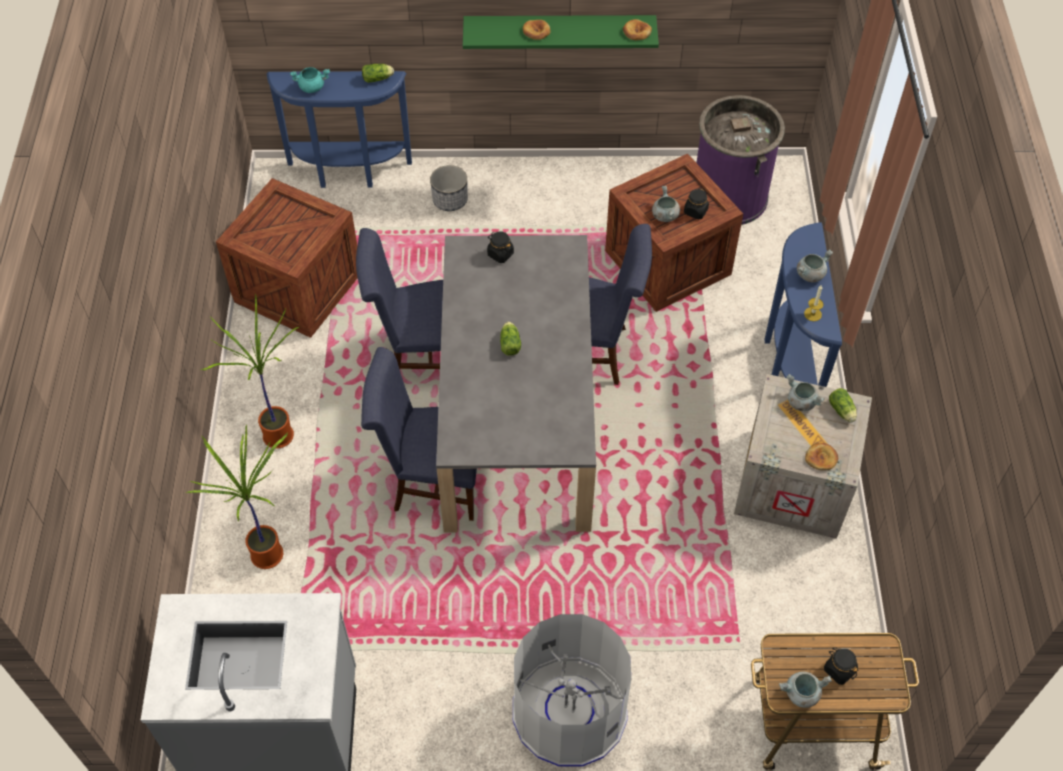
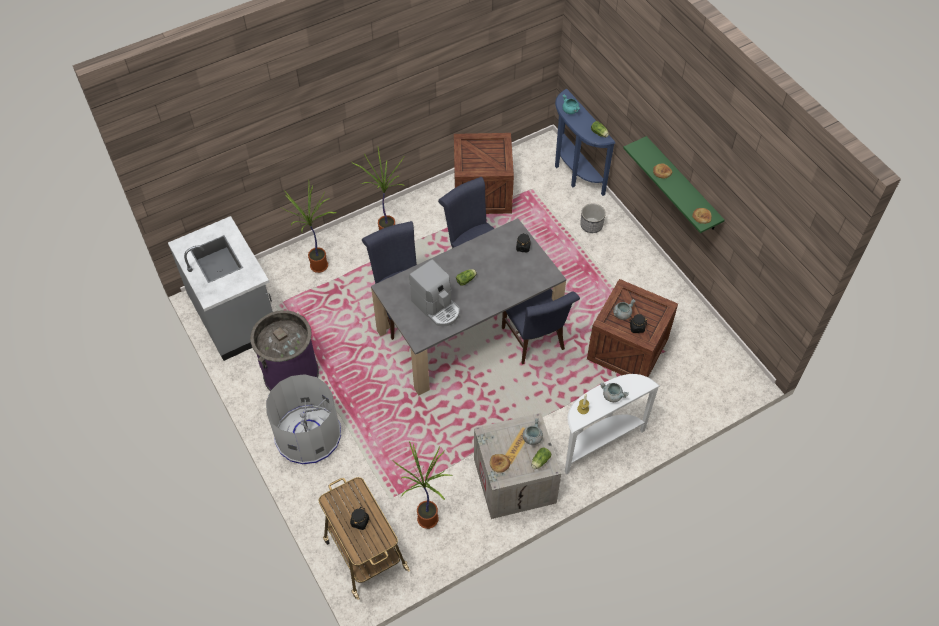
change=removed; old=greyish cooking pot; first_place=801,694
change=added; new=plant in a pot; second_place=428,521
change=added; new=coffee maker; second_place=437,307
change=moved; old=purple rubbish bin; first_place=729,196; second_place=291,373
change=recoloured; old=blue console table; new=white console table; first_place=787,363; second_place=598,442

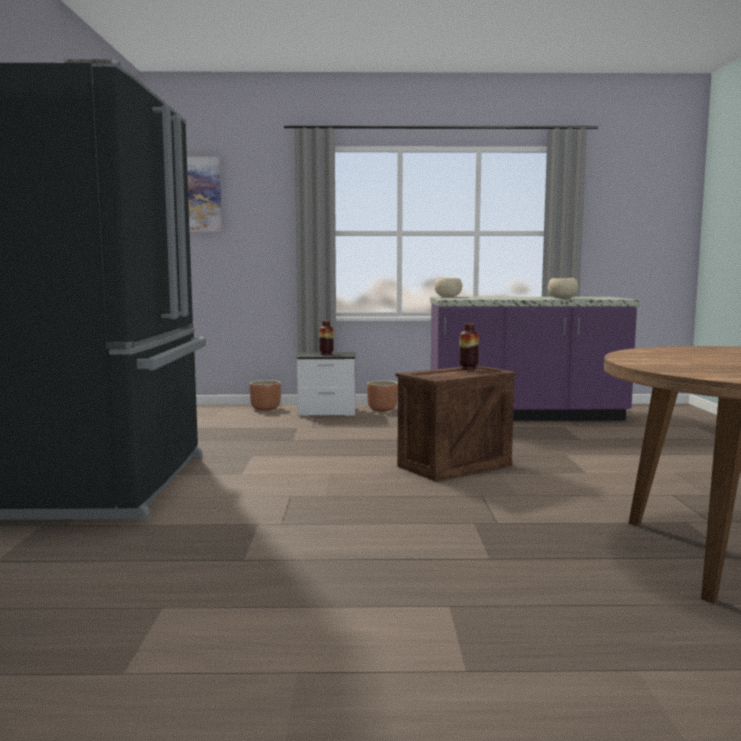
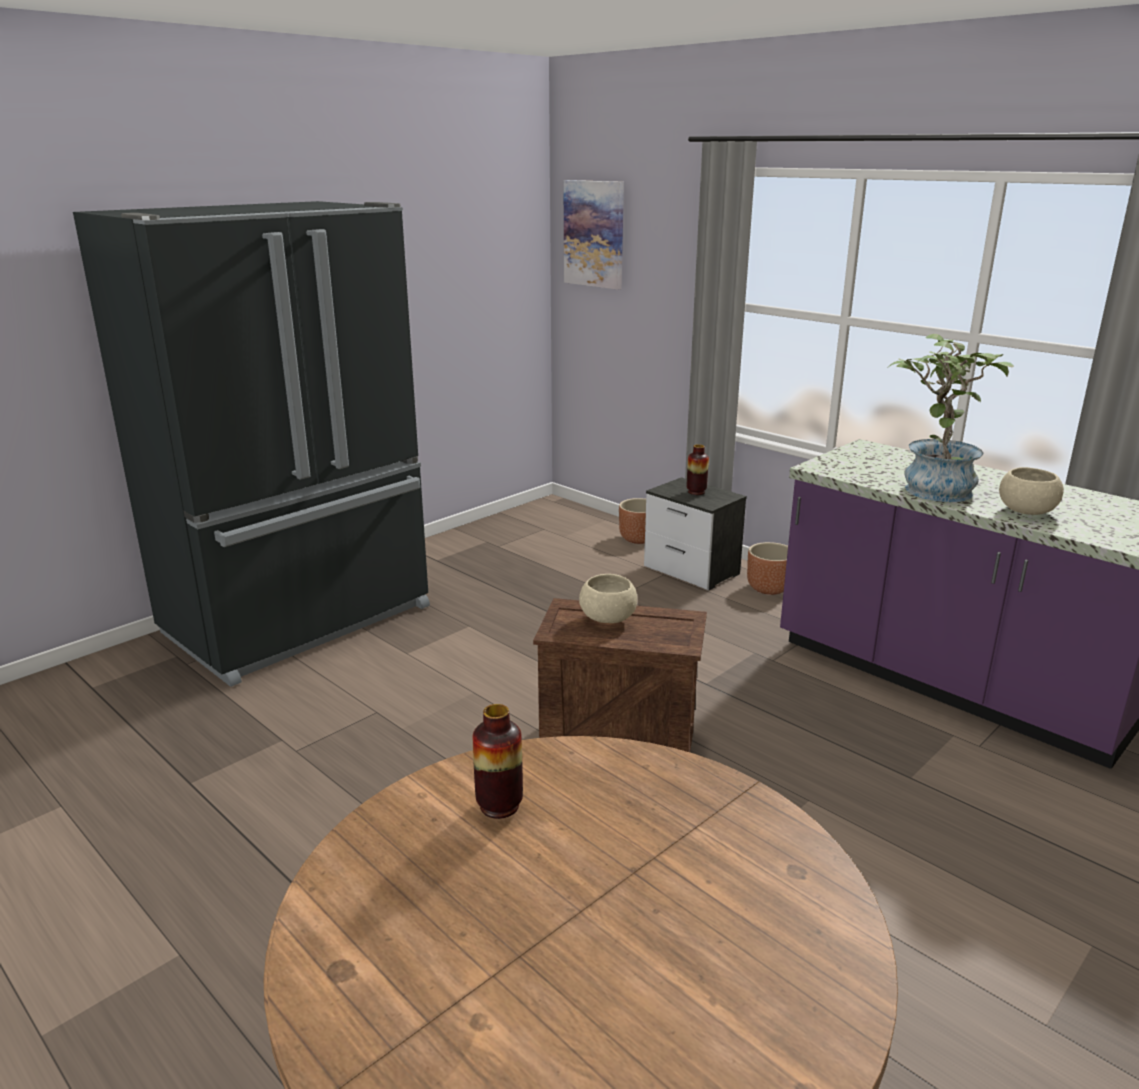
change=added; new=plant in a pot; second_place=933,487
change=moved; old=beige deep dish; first_place=448,297; second_place=608,618
change=moved; old=decorative vase; first_place=468,368; second_place=499,806

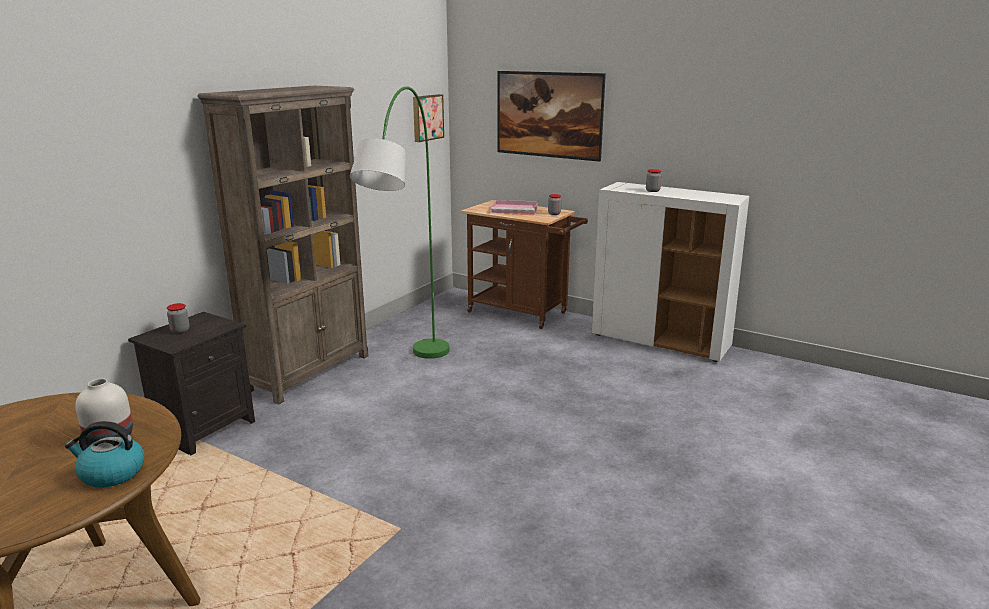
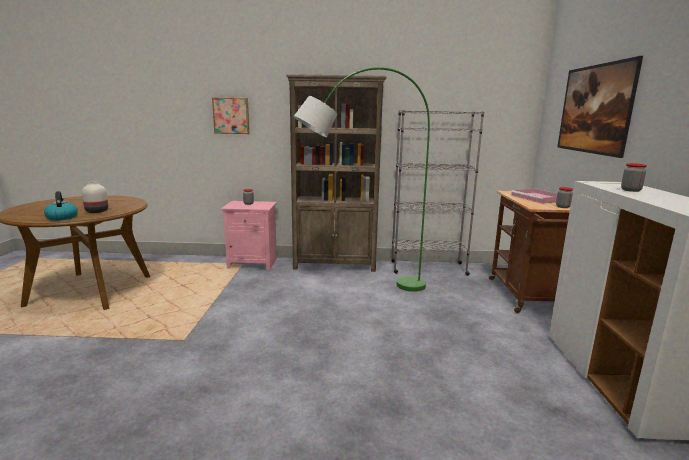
change=added; new=greyish bookshelf; second_place=427,268
change=moved; old=wall picture; first_place=427,117; second_place=231,115
change=recoloured; old=black-coloured bedside table; new=pink bedside table; first_place=205,429; second_place=253,263

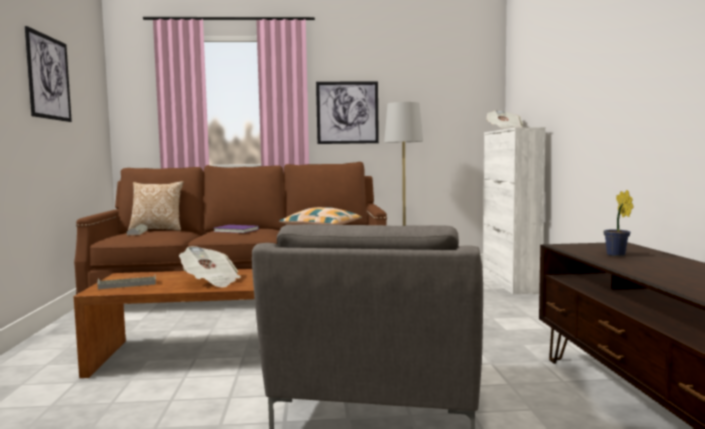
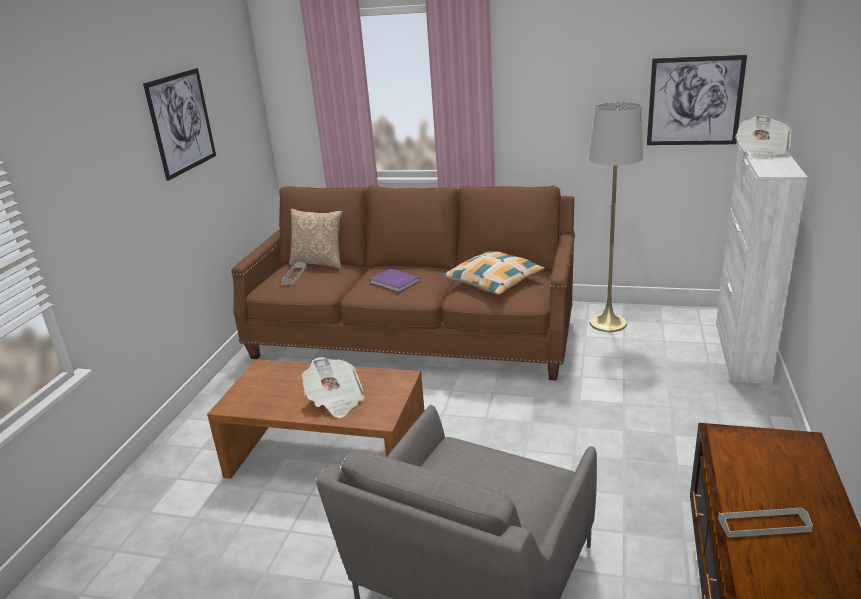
change=removed; old=plant in a pot; first_place=617,255
change=moved; old=greyish tray; first_place=127,285; second_place=763,525
change=moved; old=wall picture; first_place=347,112; second_place=694,101

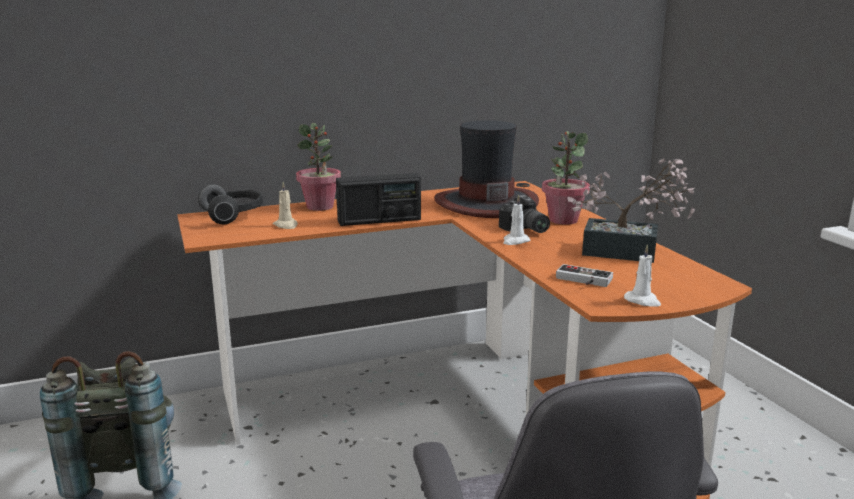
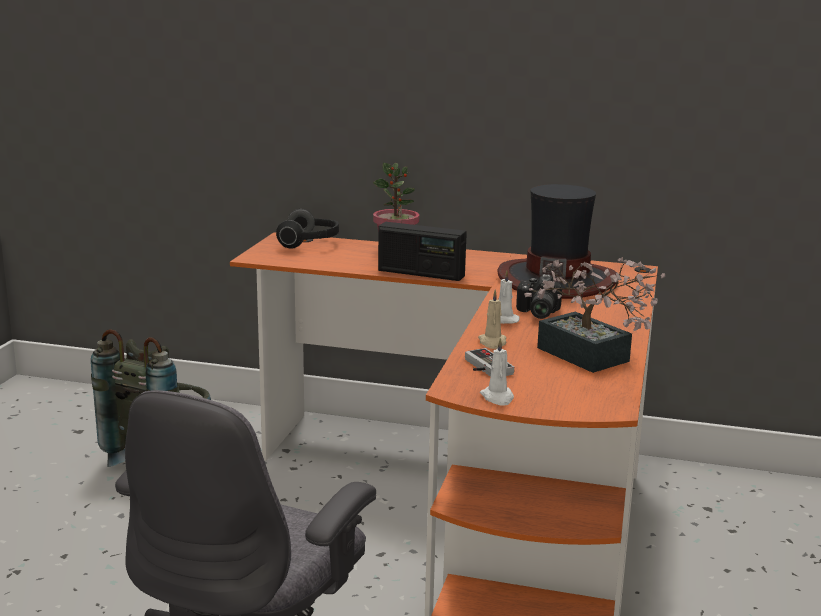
change=removed; old=plant in a pot; first_place=563,220
change=moved; old=beige wax light; first_place=286,225; second_place=492,343

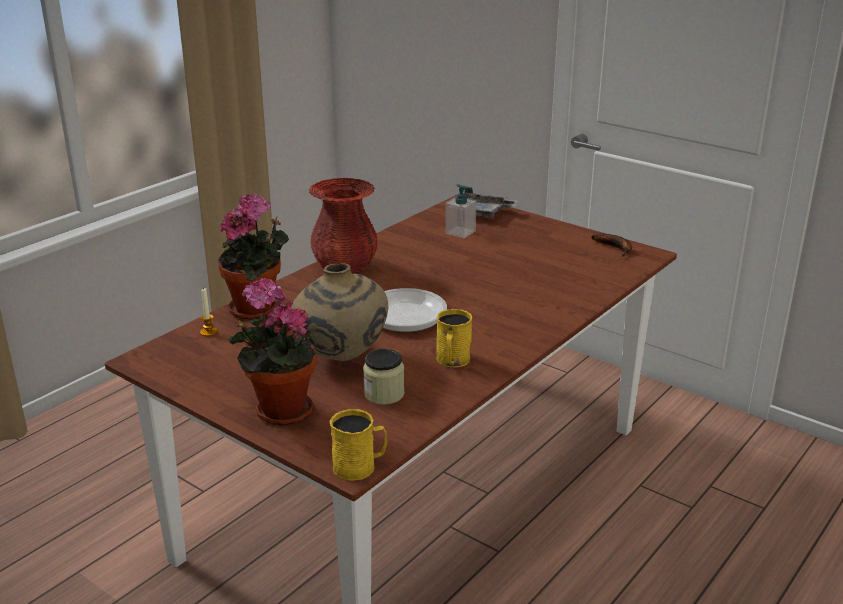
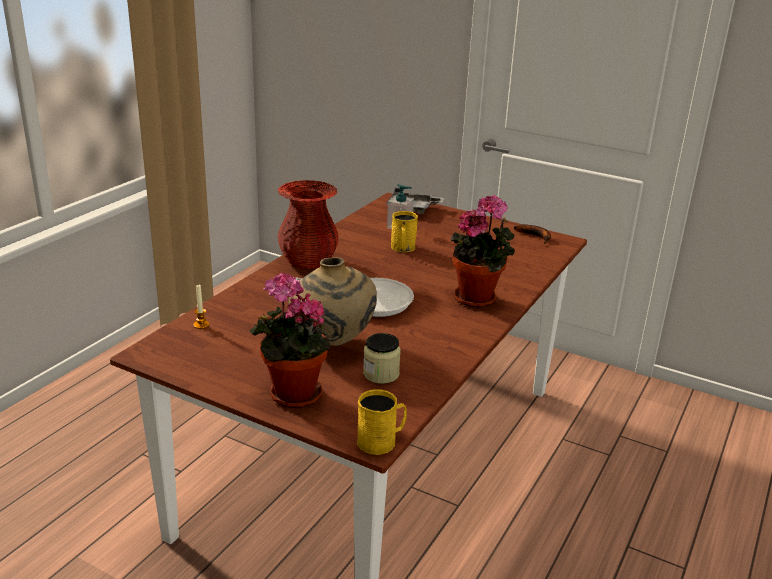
change=moved; old=plant in a pot; first_place=257,309; second_place=478,298
change=moved; old=yellowish tea mug; first_place=452,361; second_place=403,248

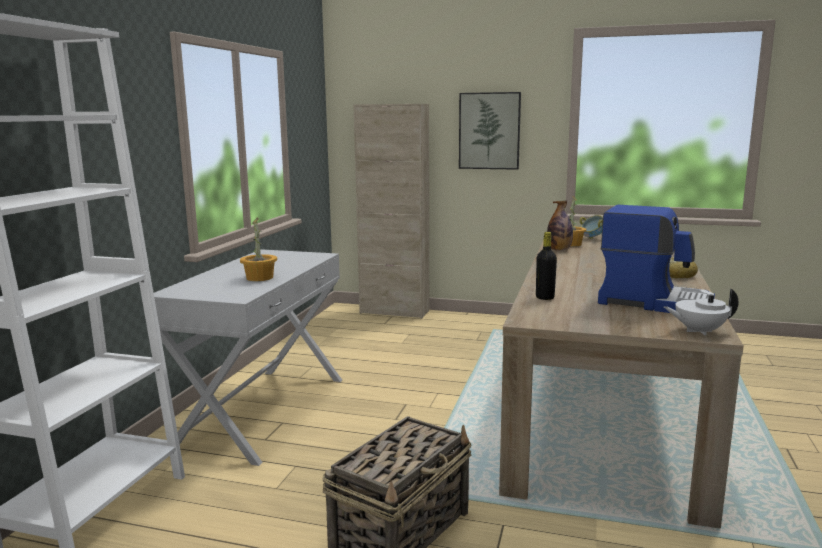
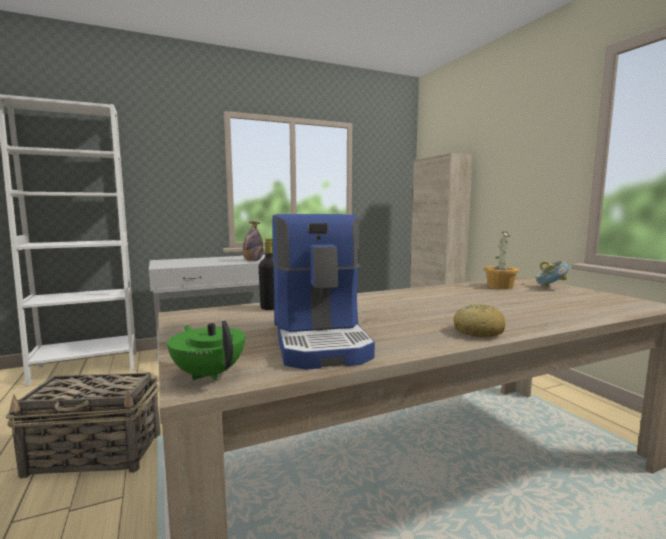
change=removed; old=plant in a pot; first_place=260,278
change=removed; old=wall picture; first_place=489,131
change=moved; old=beverage bottle; first_place=559,250; second_place=253,261
change=recoloured; old=white teapot; new=green teapot; first_place=698,331; second_place=209,374

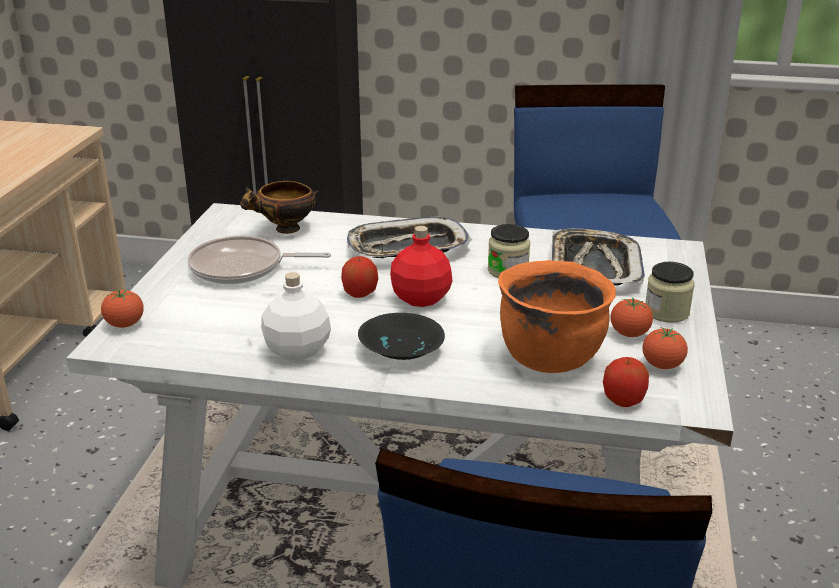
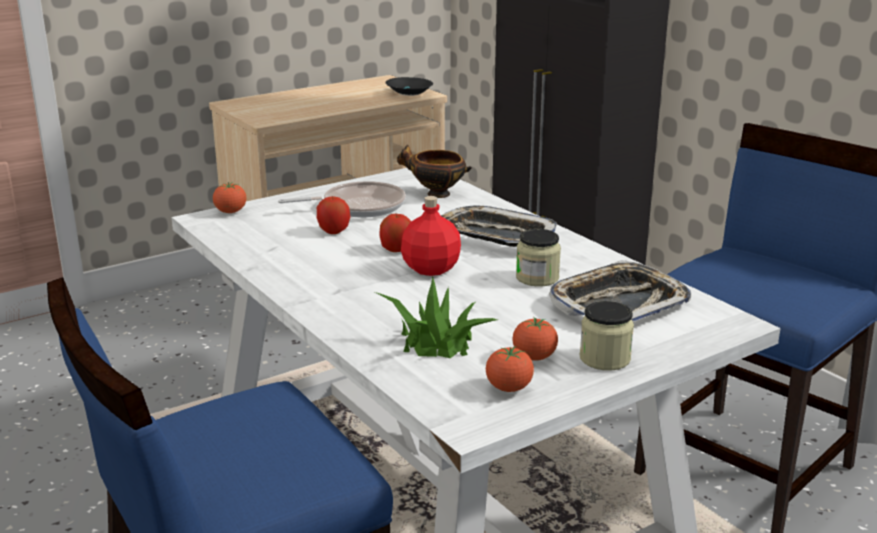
change=removed; old=white beverage bottle; first_place=298,350
change=moved; old=black-coloured deep dish; first_place=400,349; second_place=410,93
change=moved; old=apple fruit; first_place=623,401; second_place=333,231
change=replaced; old=orange-coloured cooking pot; new=plant in a pot; first_place=550,357; second_place=436,342
change=turned; old=skillet; first_place=242,268; second_place=358,207; degrees=120

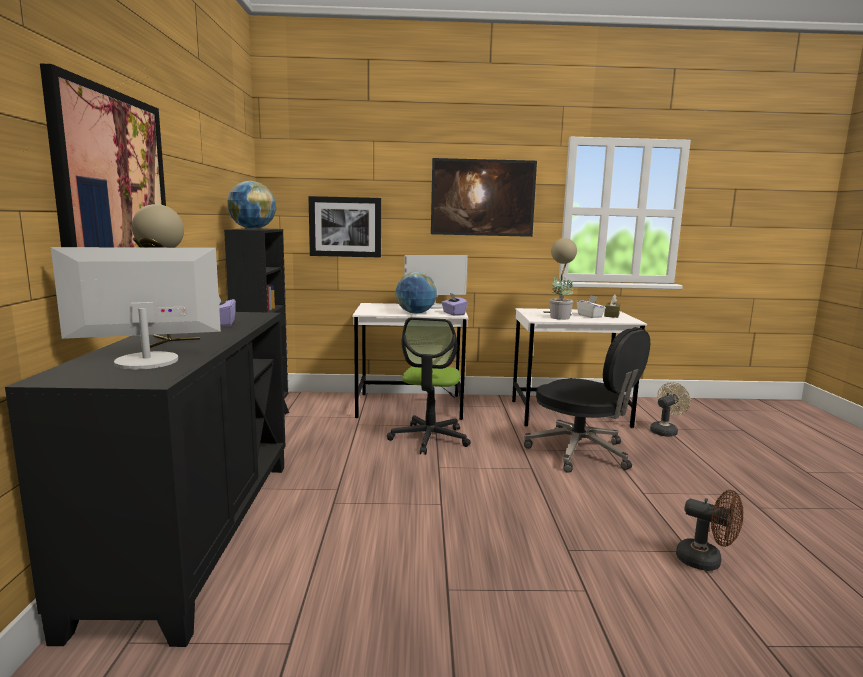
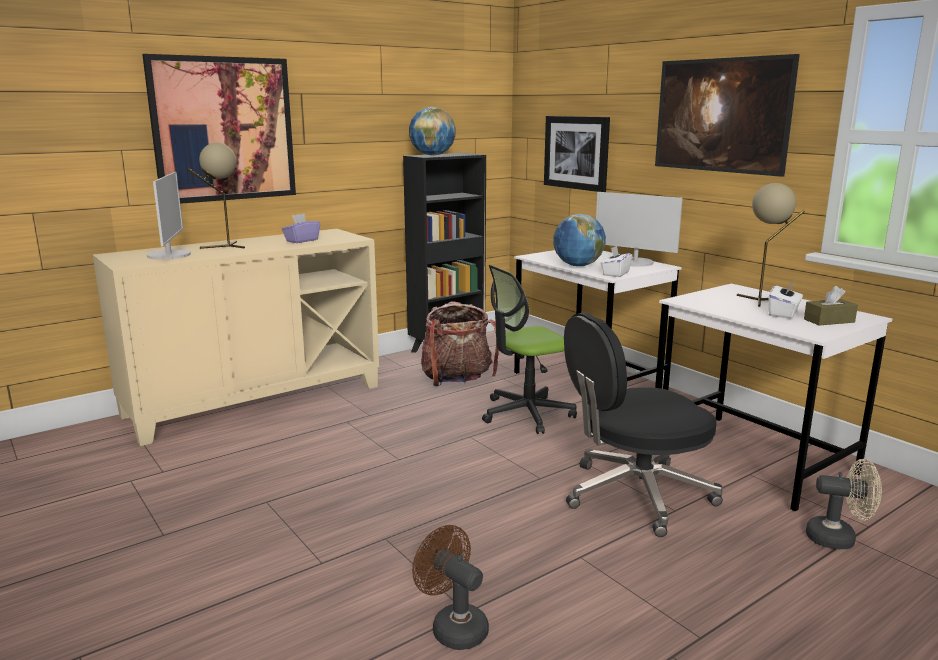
change=removed; old=plant in a pot; first_place=559,318
change=added; new=knapsack; second_place=457,379
change=recoloured; old=black-coloured cupboard; new=beige cupboard; first_place=195,533; second_place=254,400
change=recoloured; old=purple tissue box; new=white tissue box; first_place=453,313; second_place=615,274
change=turned; old=computer screen; first_place=146,361; second_place=169,255; degrees=45
change=turned; old=black-coloured desk chair; first_place=581,452; second_place=635,495; degrees=60
change=turned; old=brown fan; first_place=706,562; second_place=453,627; degrees=135

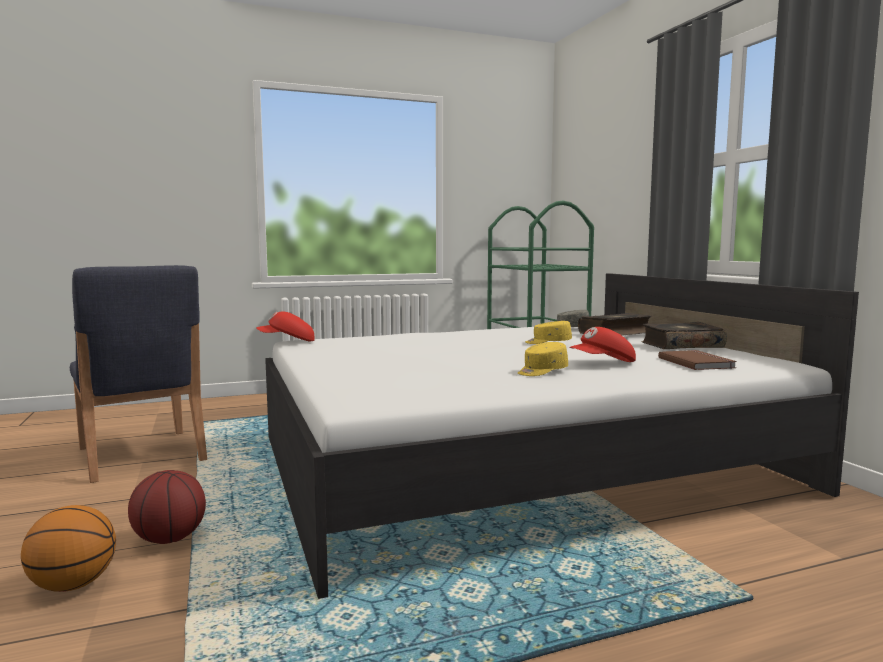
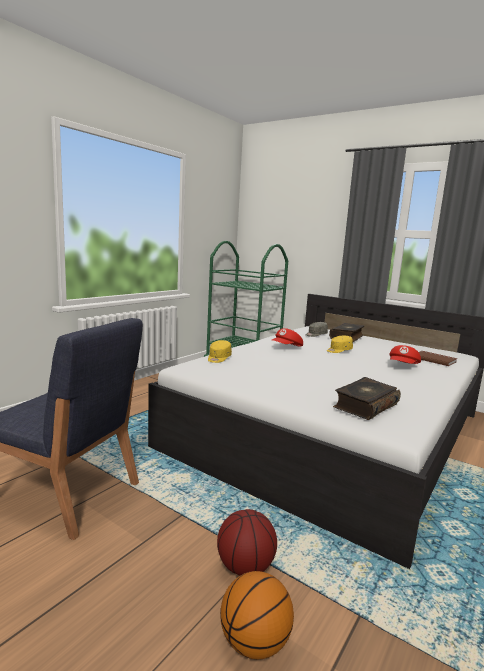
change=moved; old=reddish baseball cap; first_place=287,341; second_place=287,347
change=moved; old=yellowish baseball cap; first_place=541,371; second_place=218,358
change=moved; old=book; first_place=681,345; second_place=365,406

